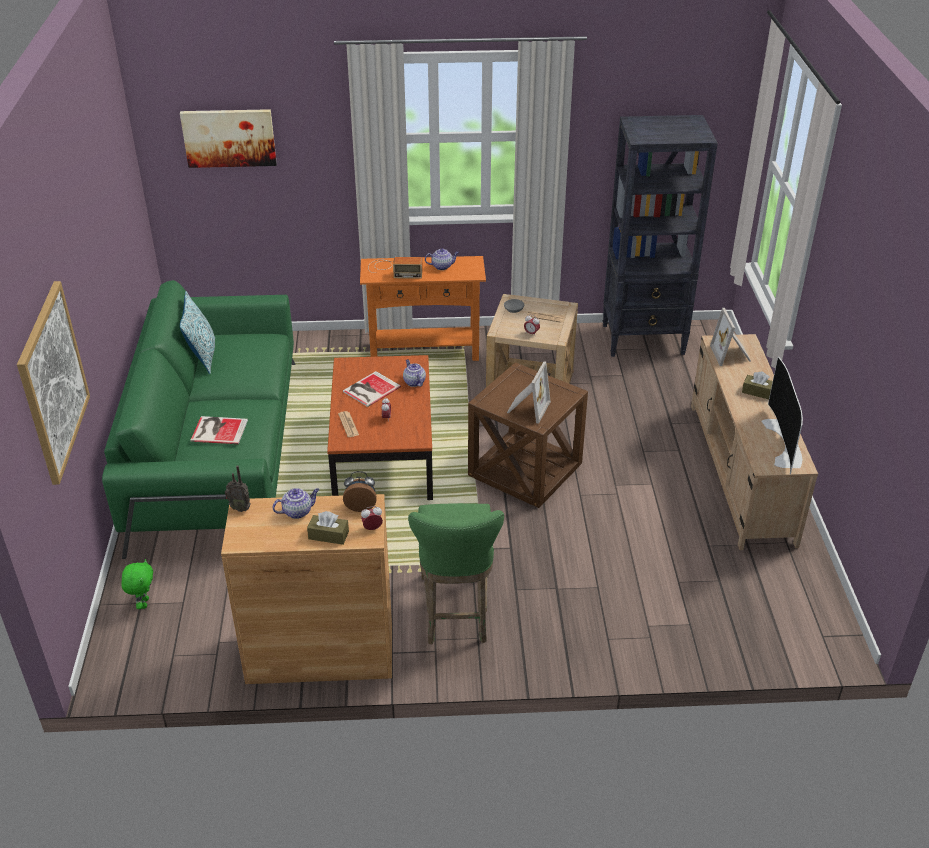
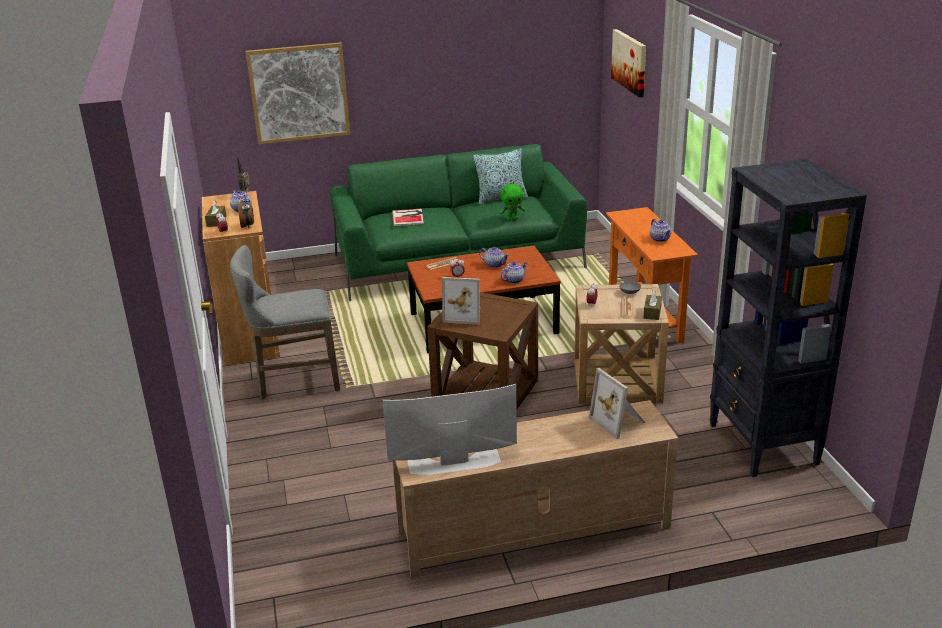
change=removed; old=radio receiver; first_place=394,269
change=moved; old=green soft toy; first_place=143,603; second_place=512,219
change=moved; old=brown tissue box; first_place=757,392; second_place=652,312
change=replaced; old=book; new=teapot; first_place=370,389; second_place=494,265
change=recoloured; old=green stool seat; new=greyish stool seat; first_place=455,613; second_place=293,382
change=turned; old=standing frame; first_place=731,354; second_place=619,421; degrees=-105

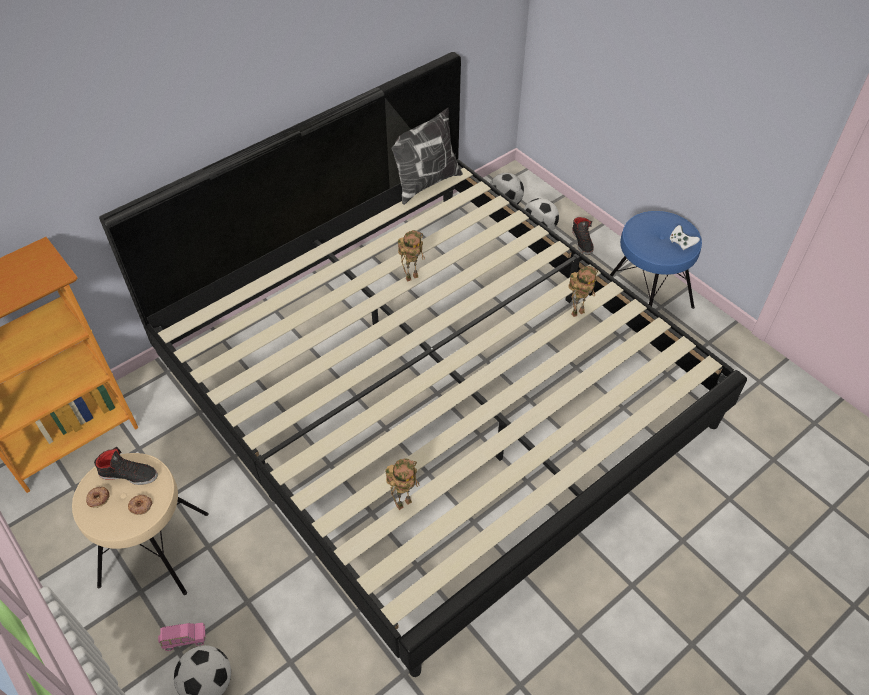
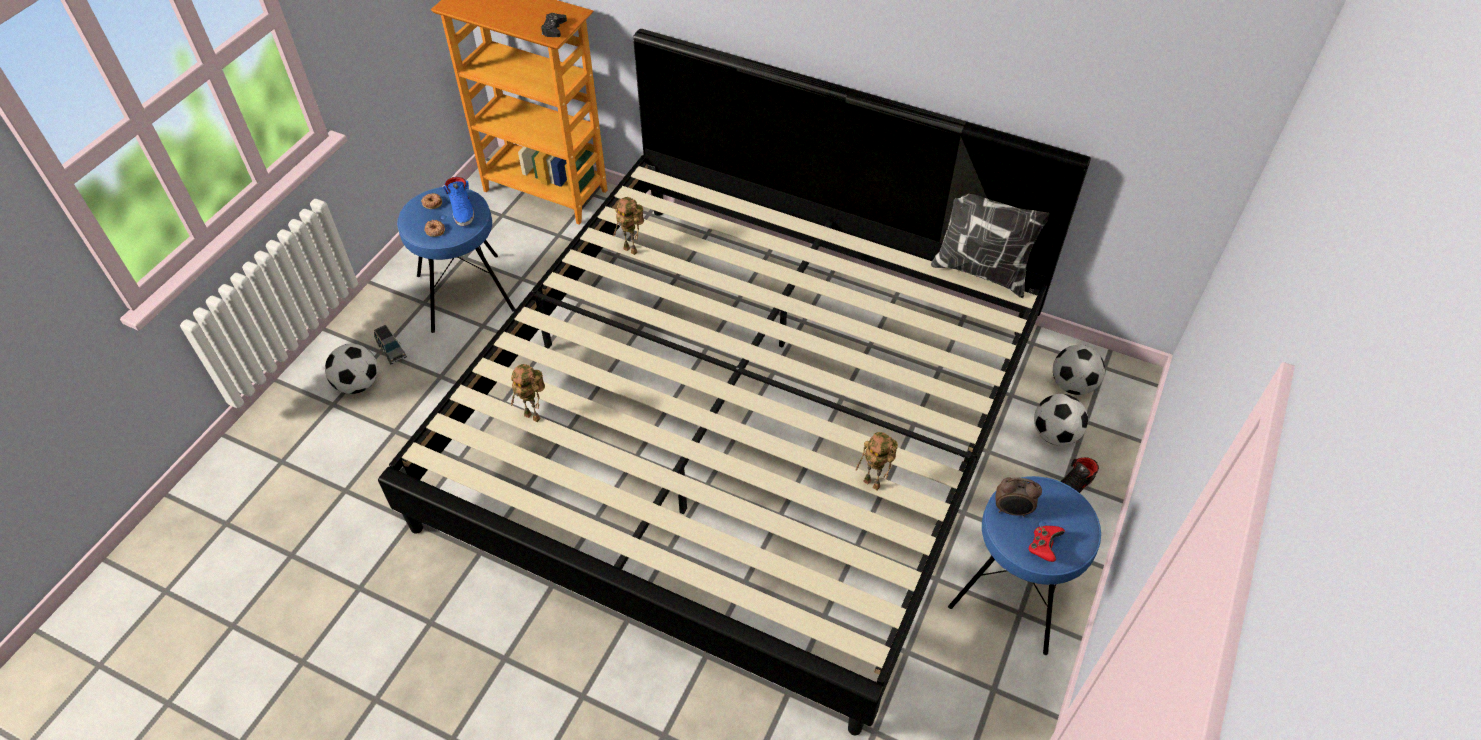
change=added; new=black-coloured gamepad; second_place=554,29
change=added; new=alarm clock; second_place=1012,511
change=moved; old=model robot; first_place=412,276; second_place=632,250
change=recoloured; old=beige stool seat; new=blue stool seat; first_place=154,548; second_place=466,292
change=recoloured; old=black-coloured low shoe; new=blue low shoe; first_place=129,474; second_place=462,209
change=recoloured; old=pink model car; new=greyish model car; first_place=184,639; second_place=391,350
change=recoloured; old=white gamepad; new=reddish gamepad; first_place=681,243; second_place=1043,547

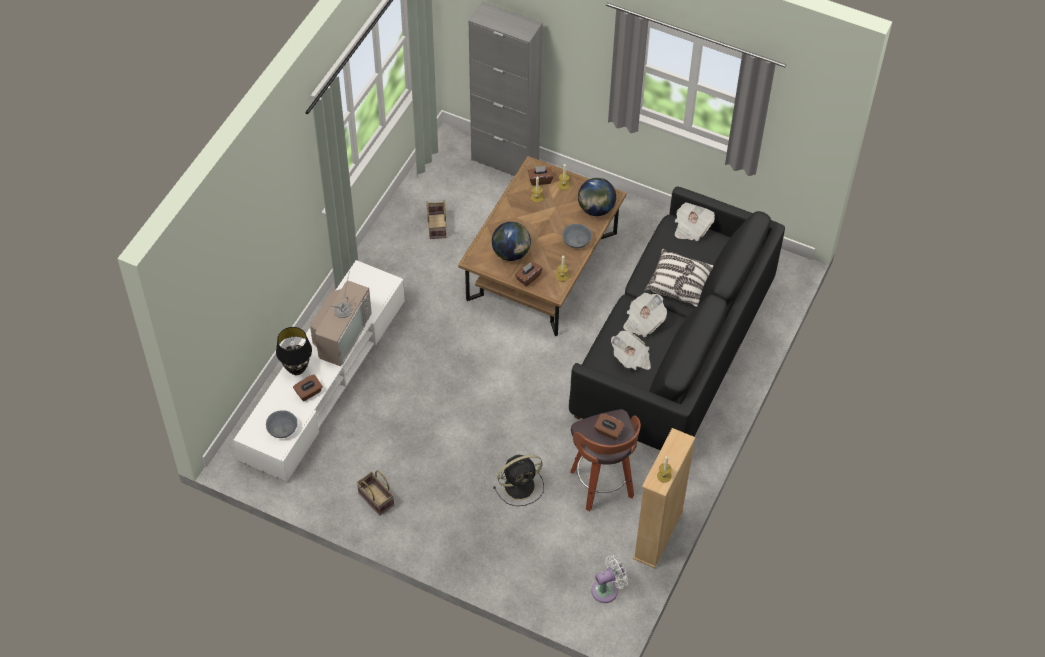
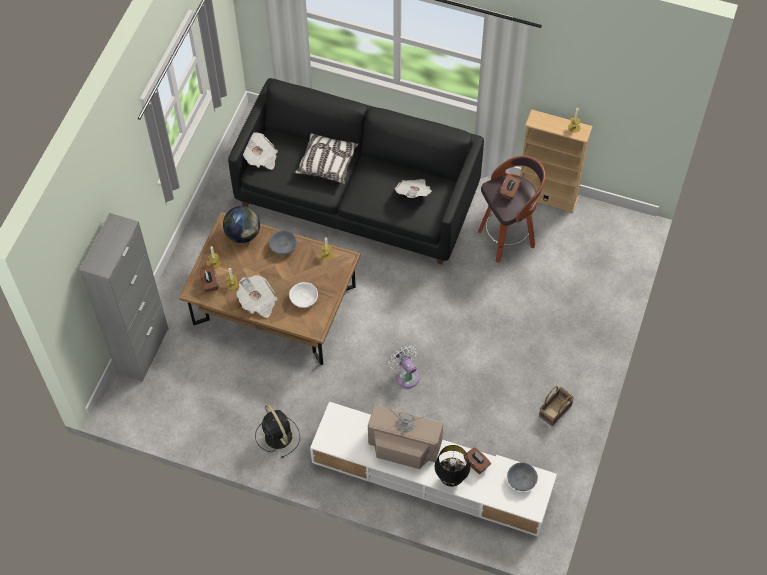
change=removed; old=storage basket; first_place=436,226
change=removed; old=brown tissue box; first_place=528,277
change=moved; old=black-coloured fan; first_place=521,485; second_place=277,435
change=moved; old=white fan; first_place=607,590; second_place=406,375
change=moved; old=newspaper; first_place=643,321; second_place=258,302
change=replaced; old=globe; new=white deep dish; first_place=511,253; second_place=304,298

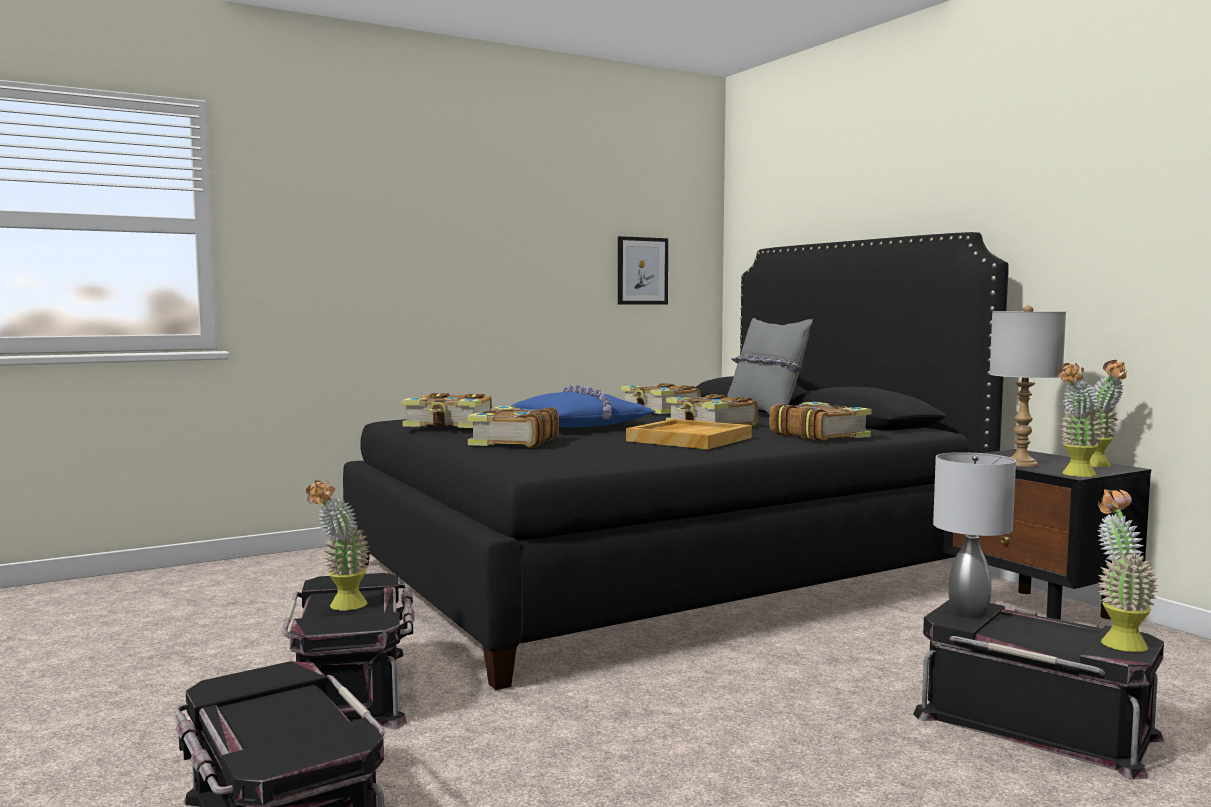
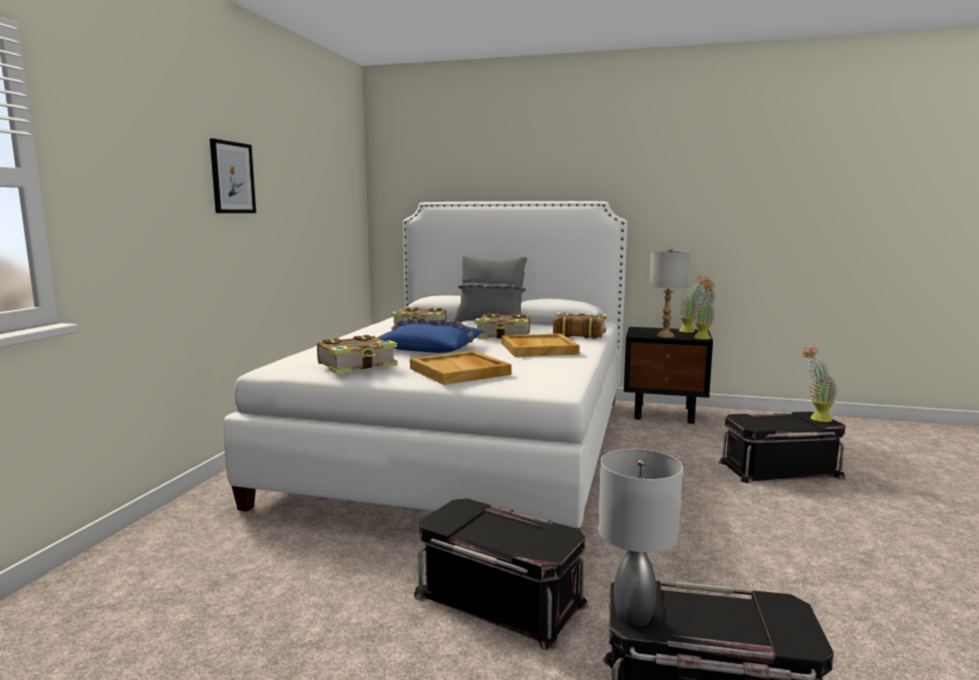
change=removed; old=plant in a pot; first_place=341,607
change=moved; old=wall picture; first_place=642,271; second_place=232,177
change=moved; old=greyish tabletop lamp; first_place=968,613; second_place=634,617
change=replaced; old=book; new=beige tray; first_place=512,442; second_place=460,371
change=recoloured; old=black-coloured sleeping bed; new=white sleeping bed; first_place=661,572; second_place=467,444

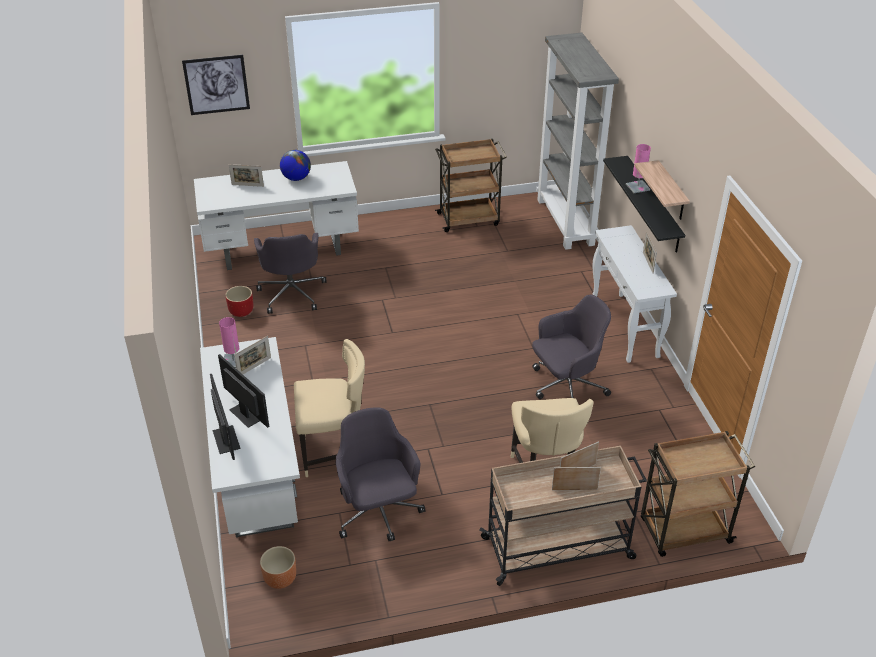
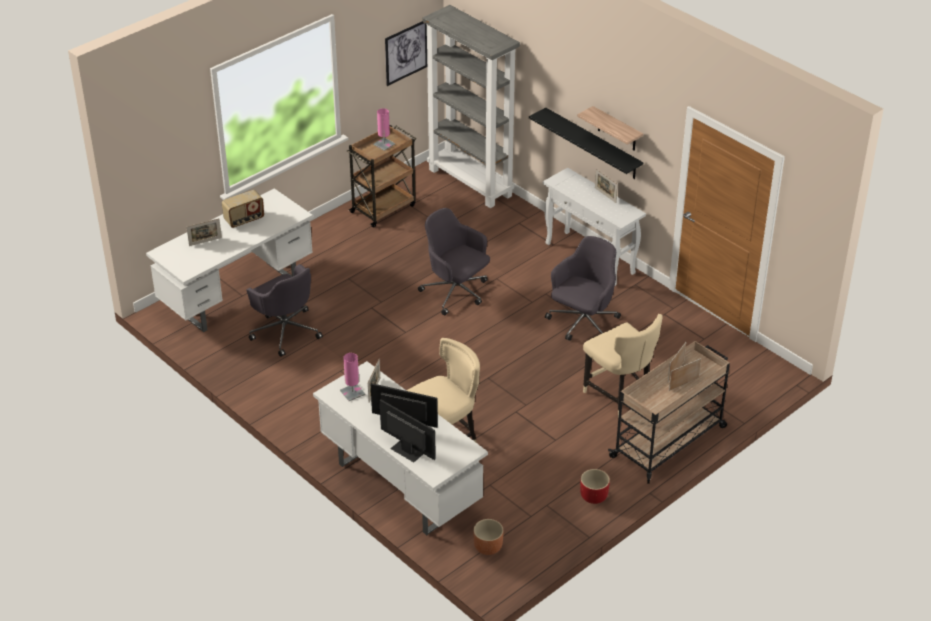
change=removed; old=brown wheeled cart; first_place=683,531
change=moved; old=wall picture; first_place=216,84; second_place=406,52
change=moved; old=reddish plant pot; first_place=241,312; second_place=594,497
change=moved; old=greyish desk chair; first_place=378,513; second_place=456,292
change=moved; old=pink tabletop lamp; first_place=637,187; second_place=384,144
change=replaced; old=globe; new=radio receiver; first_place=296,178; second_place=244,220

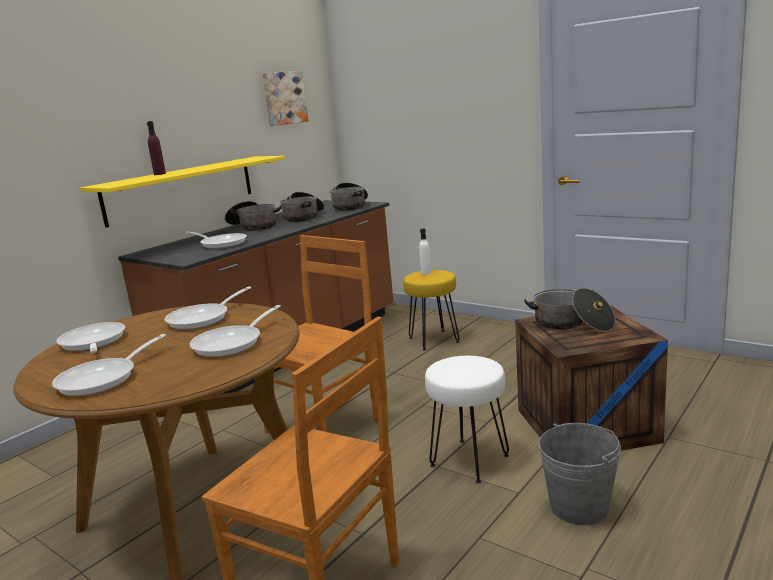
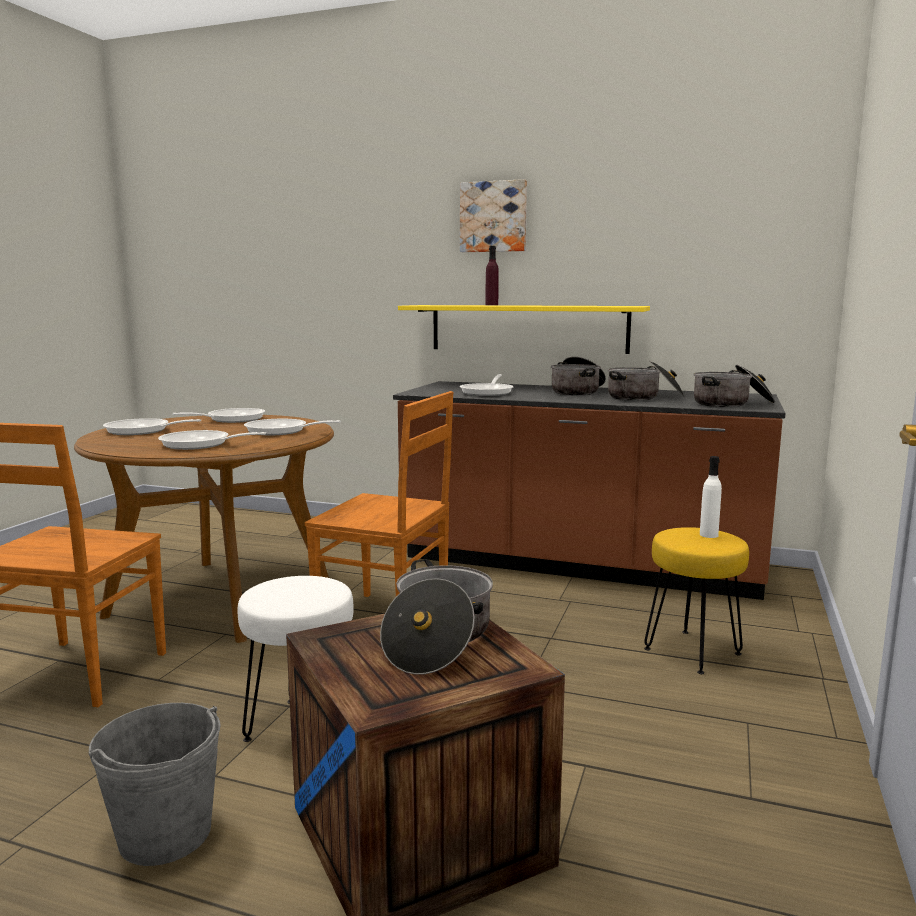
change=moved; old=wall picture; first_place=284,98; second_place=494,217

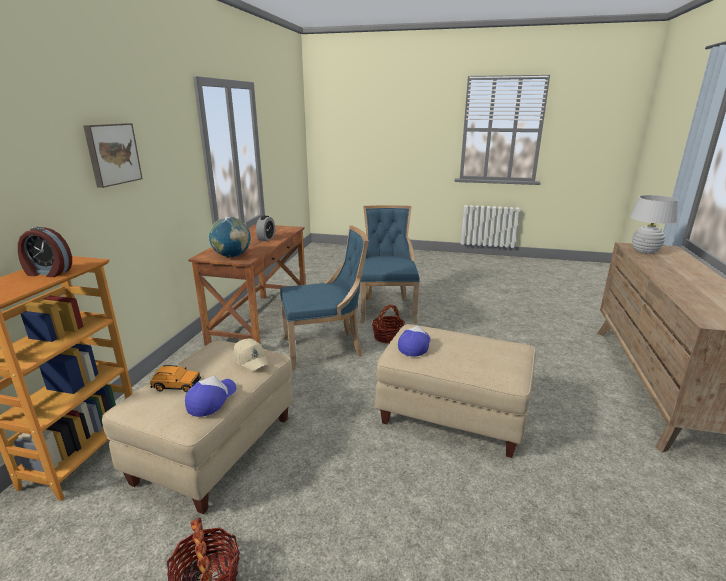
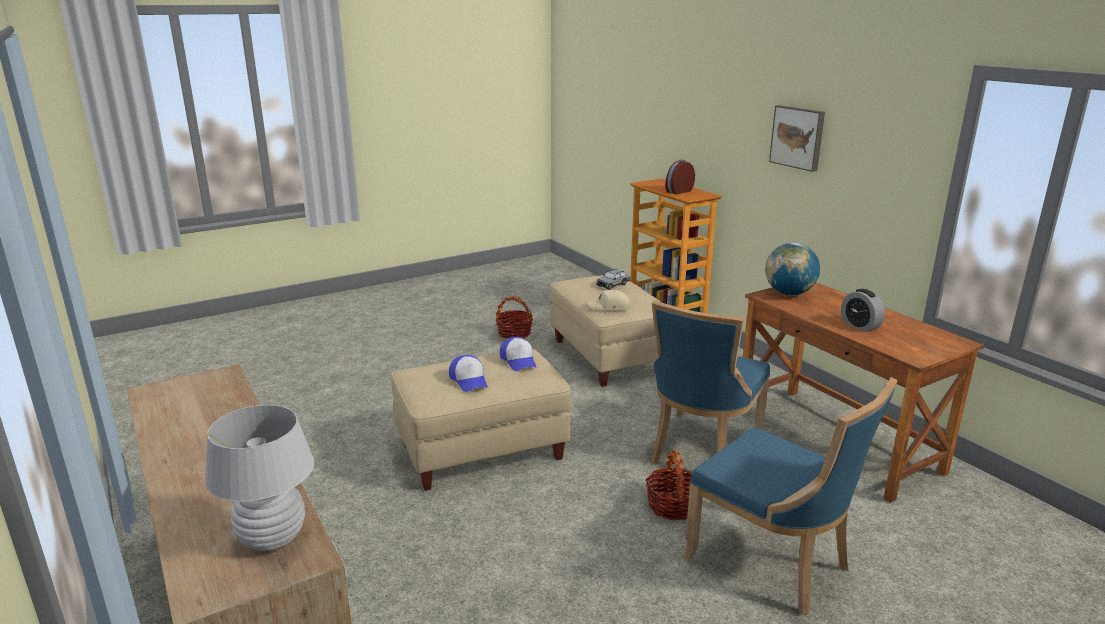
change=moved; old=baseball cap; first_place=211,400; second_place=469,380
change=recoloured; old=orange-coloured model car; new=greyish model car; first_place=176,385; second_place=612,285

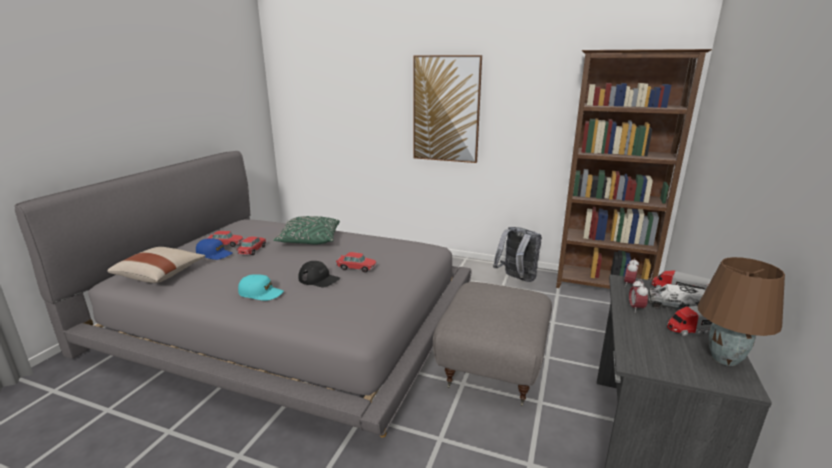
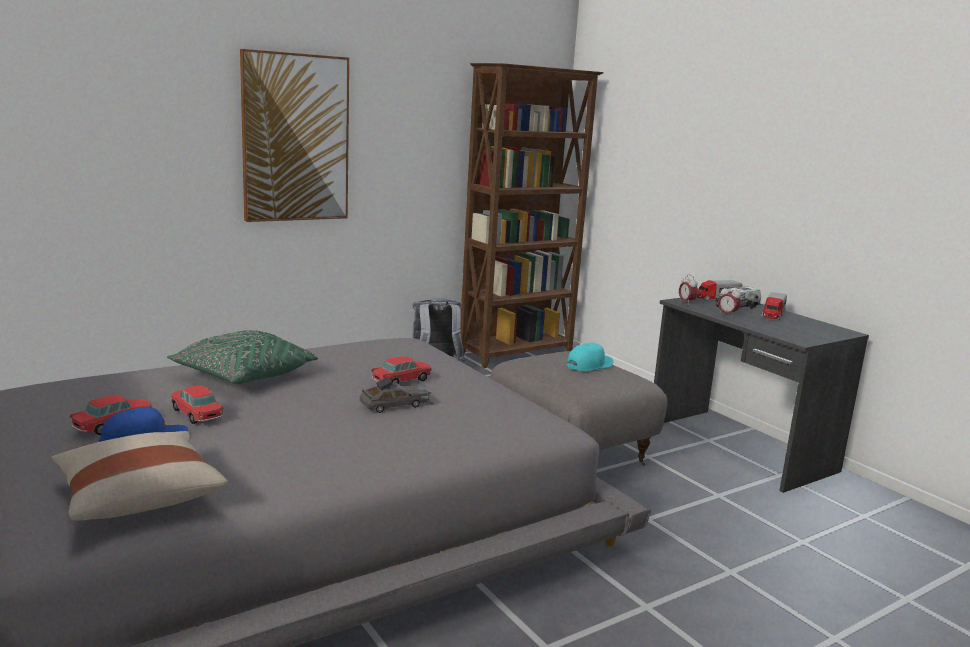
change=removed; old=brown tabletop lamp; first_place=725,359
change=moved; old=turquoise-coloured baseball cap; first_place=261,293; second_place=589,365
change=replaced; old=black-coloured baseball cap; new=greyish model car; first_place=319,279; second_place=397,405

